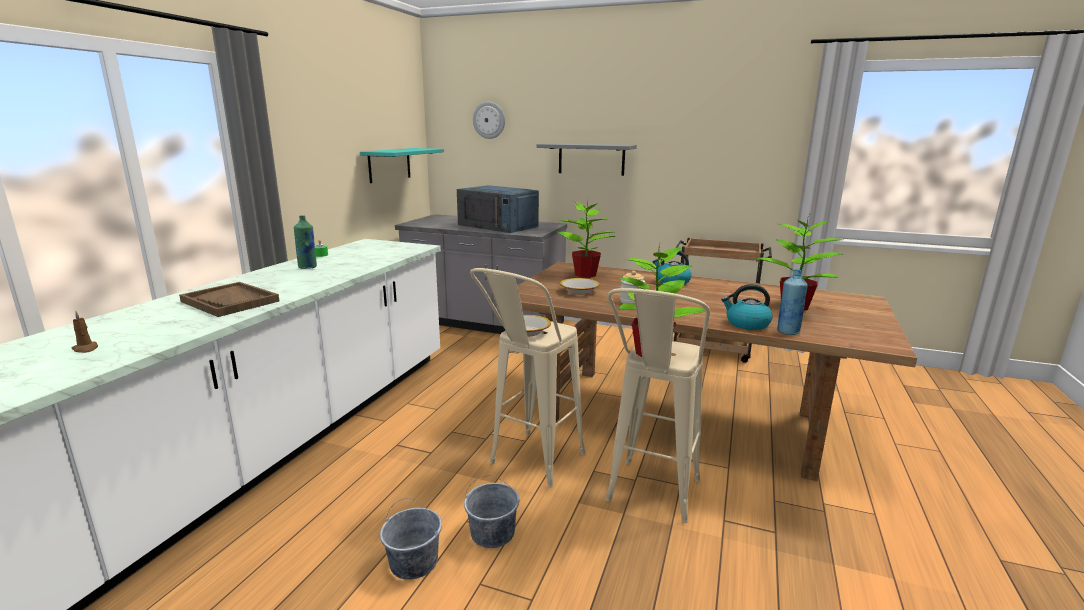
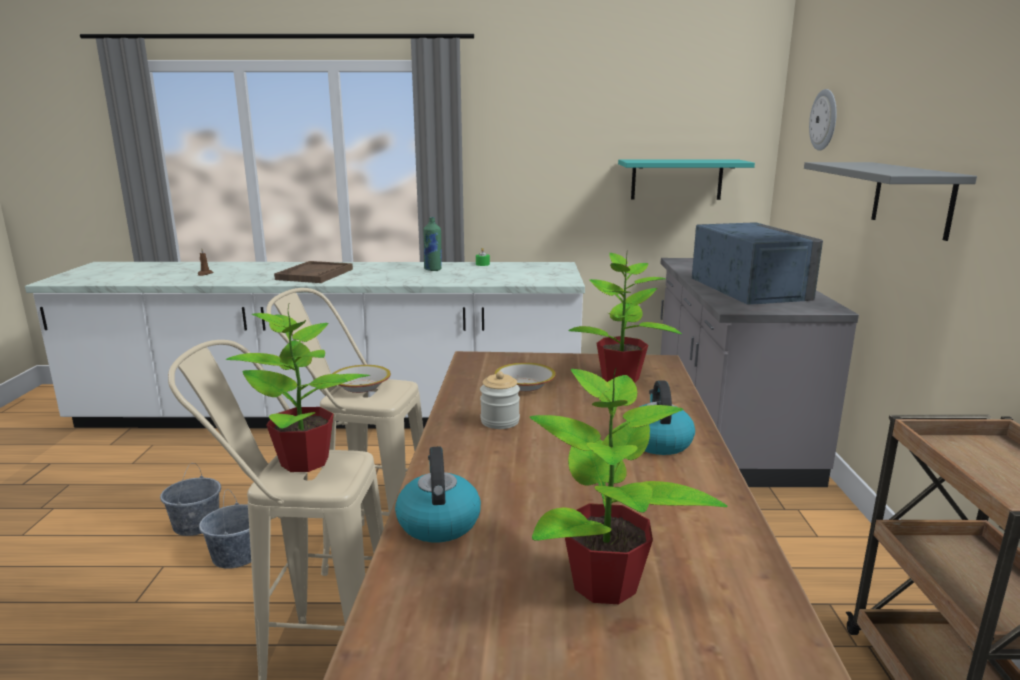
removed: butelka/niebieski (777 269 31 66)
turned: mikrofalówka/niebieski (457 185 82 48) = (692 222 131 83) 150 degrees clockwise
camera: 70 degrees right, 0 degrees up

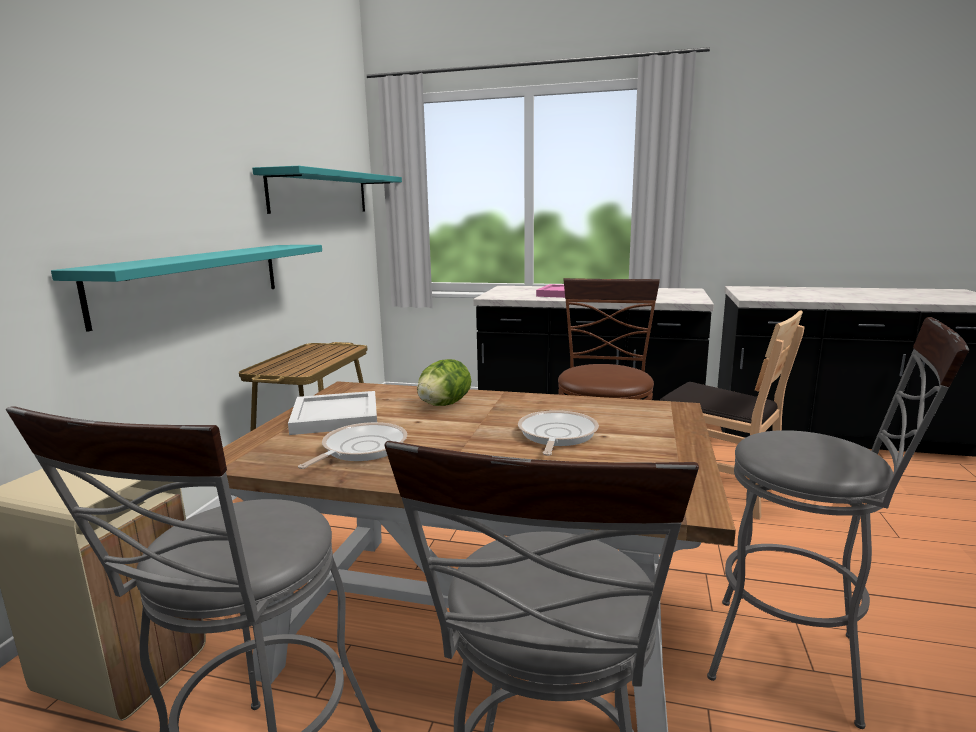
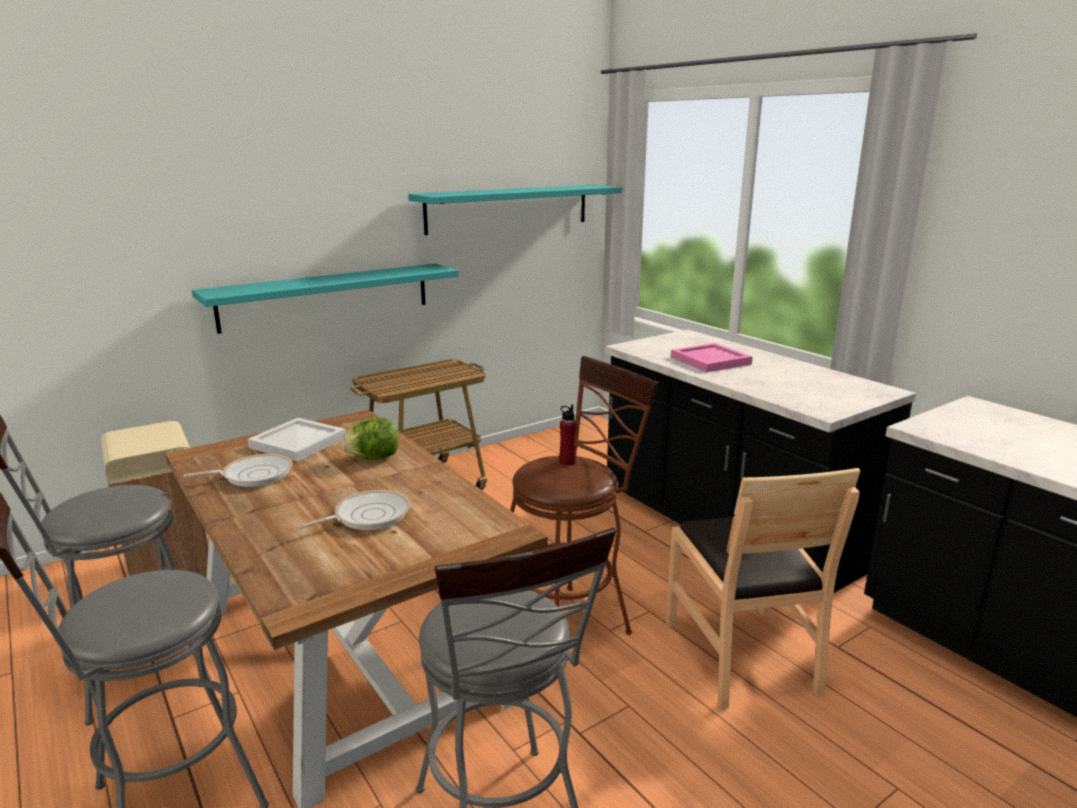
added: butelka/czerwony (559 404 18 62)
camera: 40 degrees right, 5 degrees up

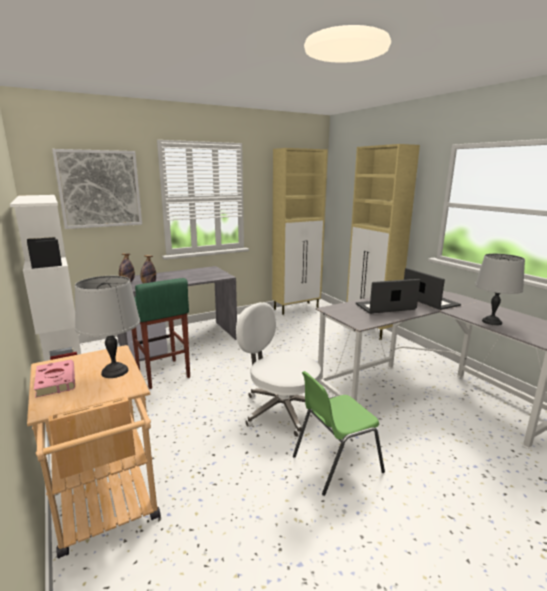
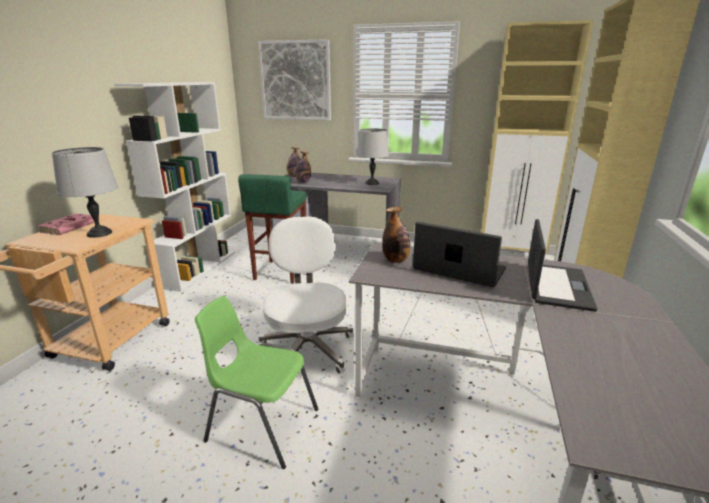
added: butelka (382 206 28 57)
moved: lampa stołowa/szary (475 254 50 72) to (356 128 33 57)
camera: 45 degrees right, 5 degrees up

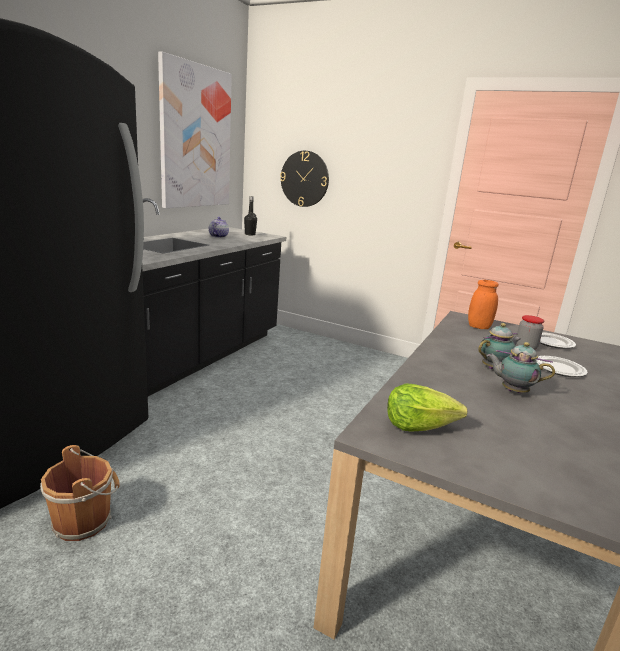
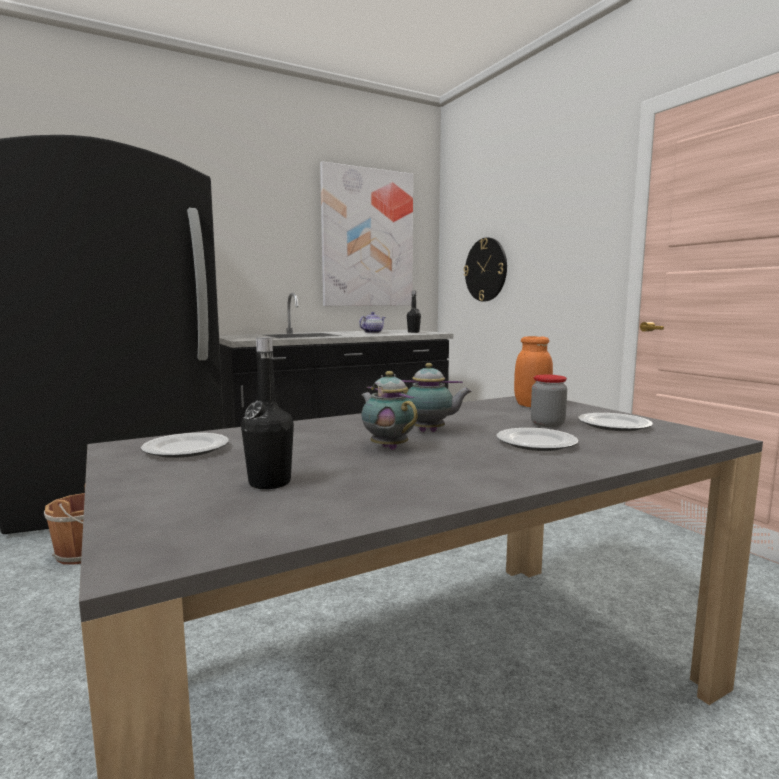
added: butelka/czarny (241 337 53 152)
replaced: sałata (387 384 80 48) to talerz (141 433 88 25)
camera: 35 degrees right, 10 degrees down

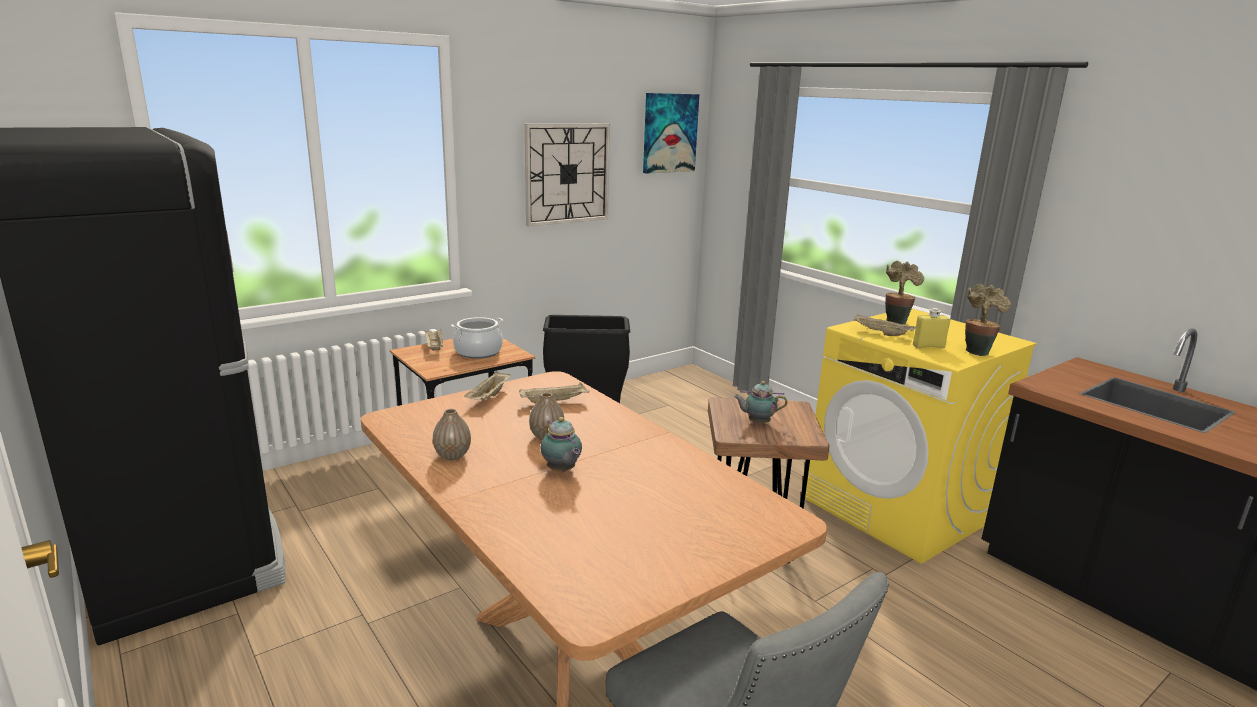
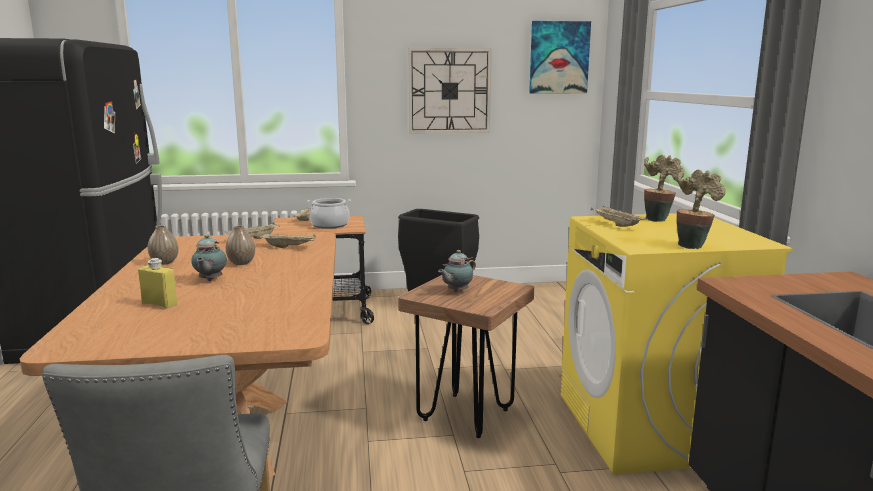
moved: butelka/żółty (913 308 37 40) to (138 258 39 50)
turned: imbryk (734 381 54 43) = (438 250 38 42) 75 degrees counterclockwise
camera: 30 degrees right, 5 degrees down

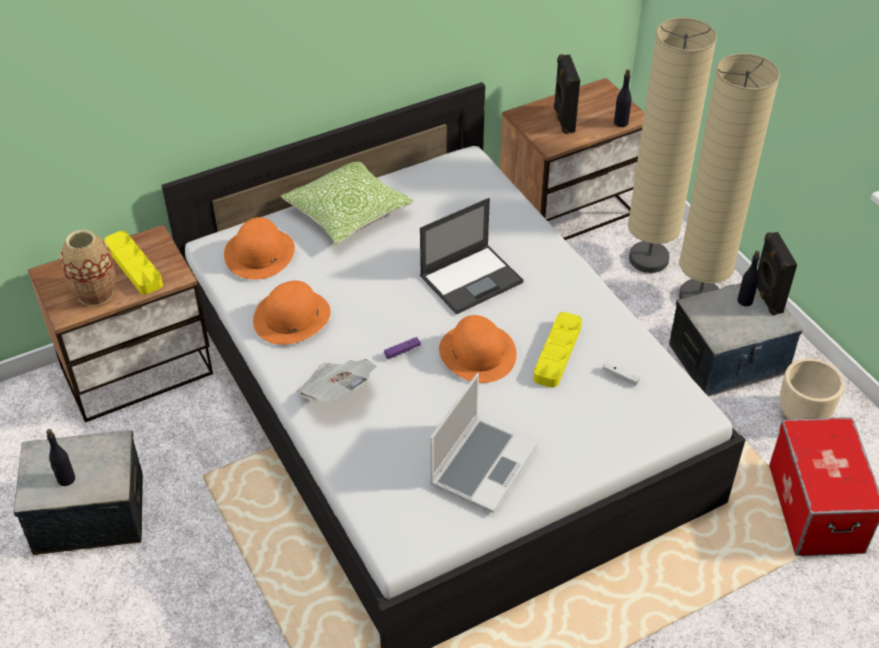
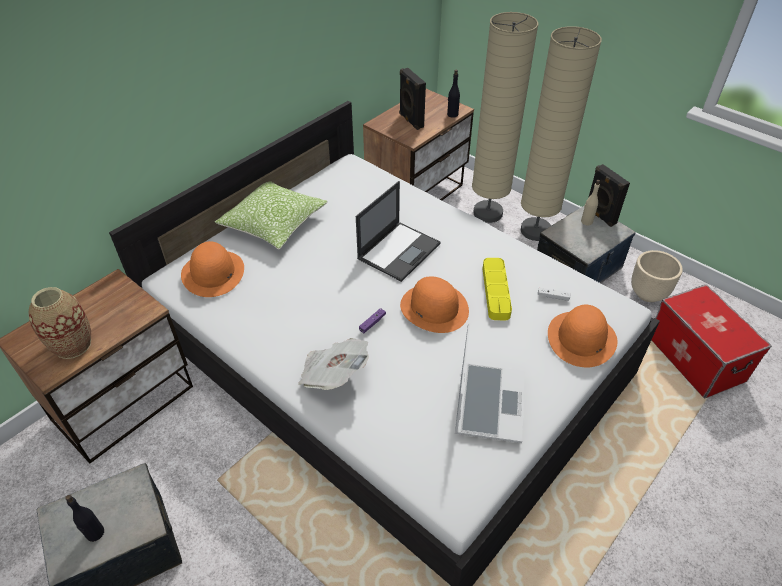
removed: taca/żółty (104 231 59 64)
moved: kapelusz/pomarańczowy (253 281 78 64) to (548 305 69 62)
recoloured: butelka/czarny (737 251 23 55) to butelka/beżowy (581 180 19 45)
camera: 20 degrees left, 0 degrees up

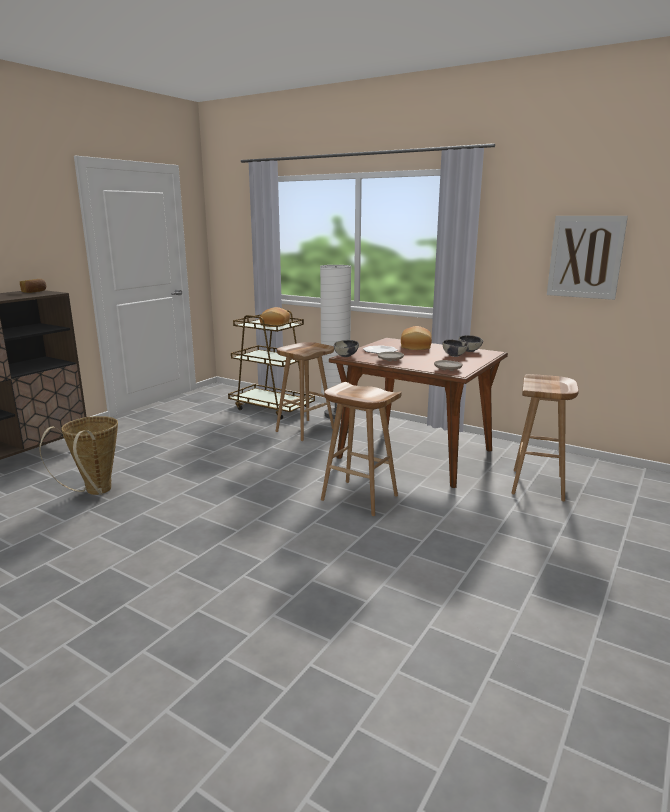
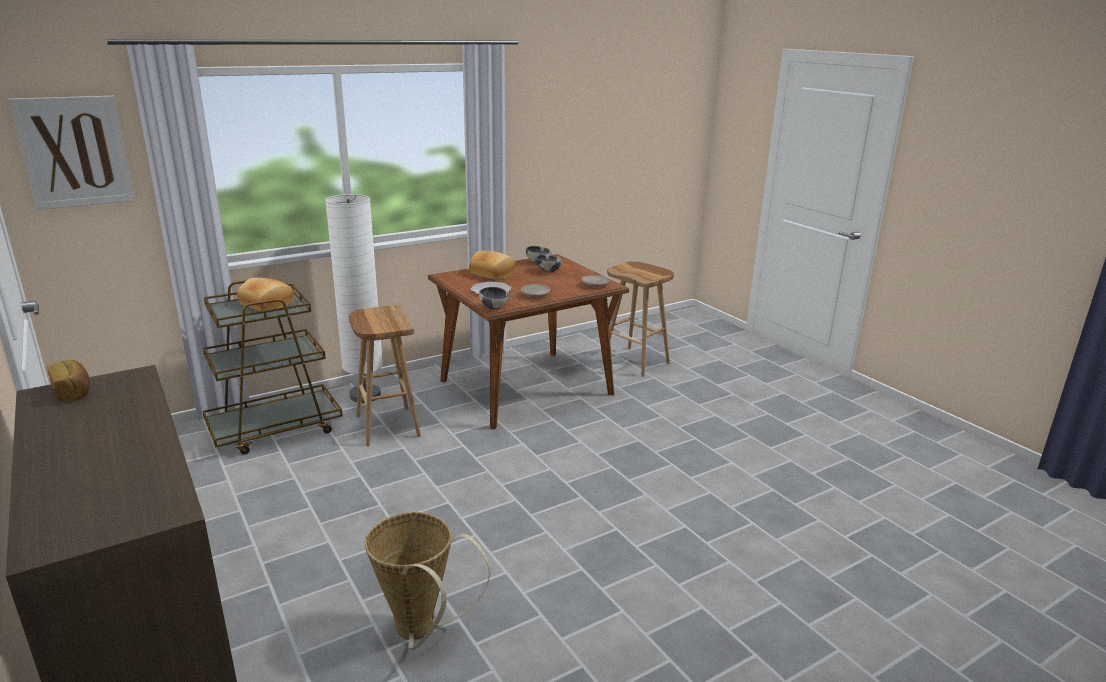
removed: stołek/brązowy (321 382 81 134)
moved: obraz (547 216 81 84) to (8 96 127 114)
camera: 65 degrees left, 5 degrees up

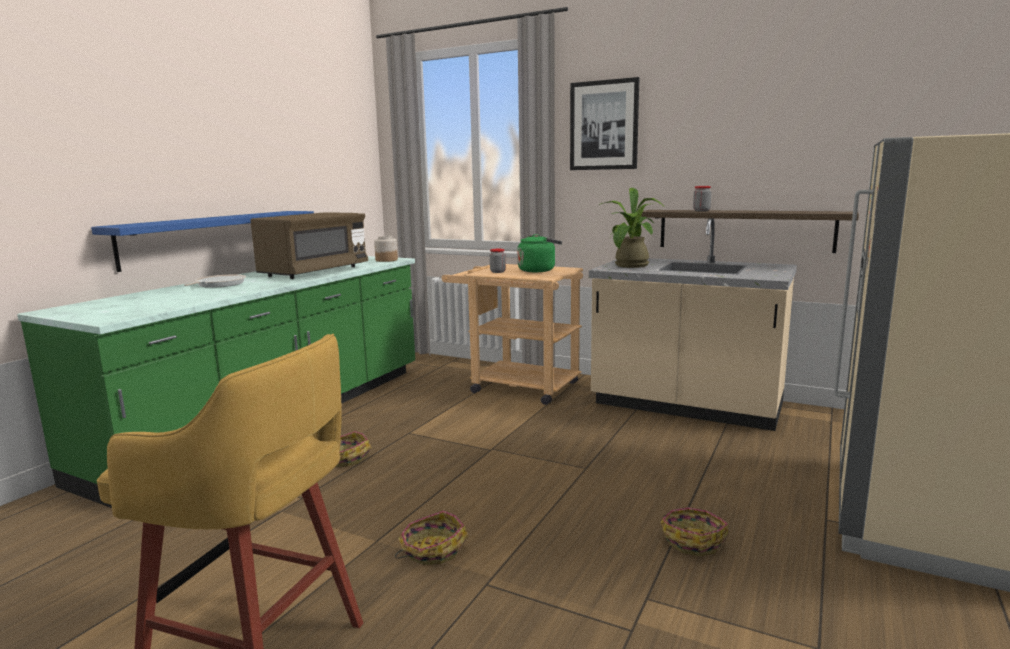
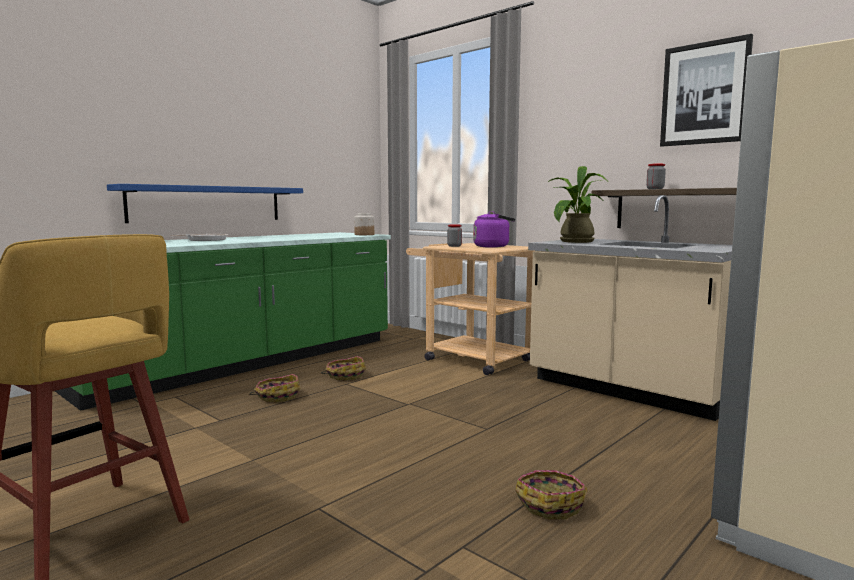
removed: mikrofalówka/brązowy (250 212 118 67)
moved: koszyk (395 511 74 54) to (321 356 45 24); obraz (570 77 69 93) to (660 34 93 113)
recoloured: czajnik/zielony (517 234 45 38) to czajnik/fioletowy (473 211 42 37)
camera: 15 degrees right, 5 degrees down

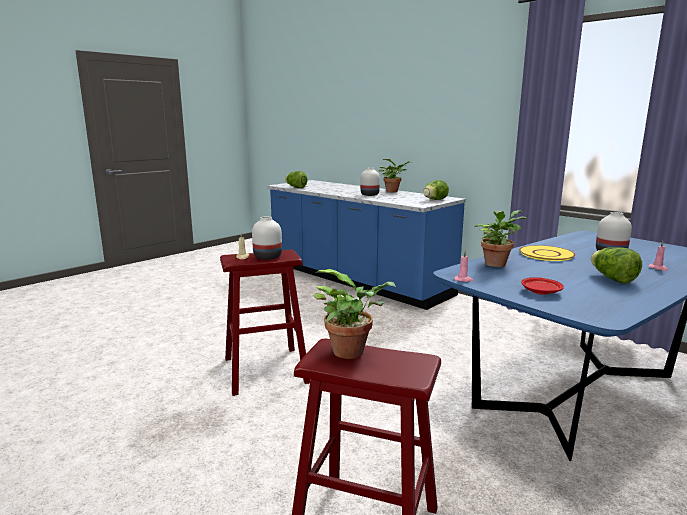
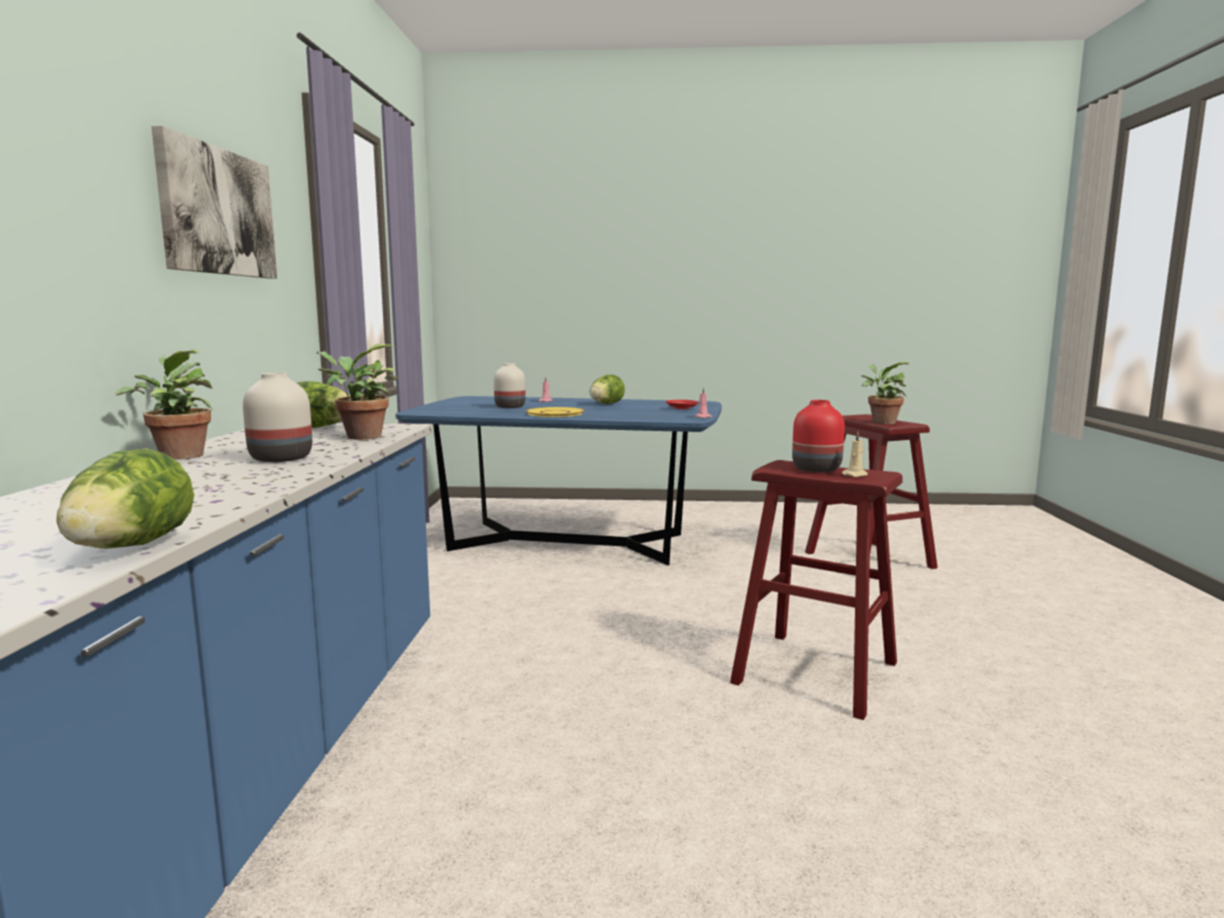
added: obraz (152 126 125 152)
moved: roślina doniczkowa (474 210 53 57) to (317 344 80 96)
recoloured: wazon/biały (252 216 30 44) to wazon/czerwony (792 400 53 72)
camera: 130 degrees left, 5 degrees down

